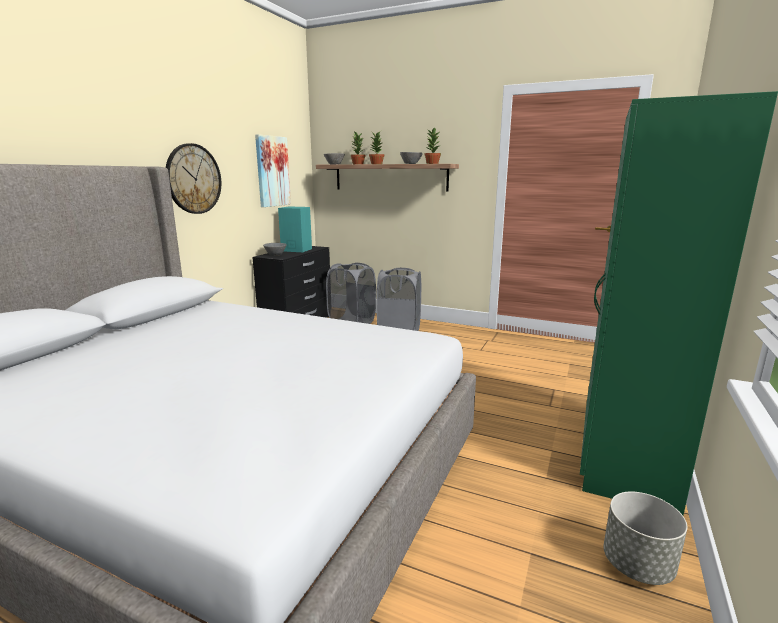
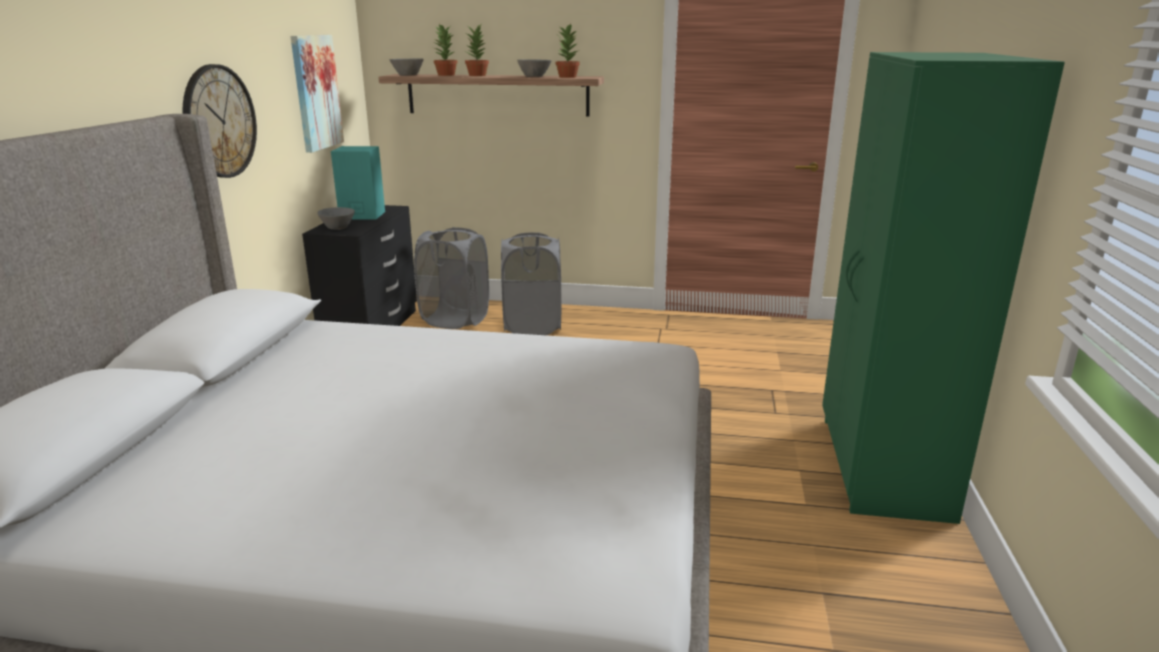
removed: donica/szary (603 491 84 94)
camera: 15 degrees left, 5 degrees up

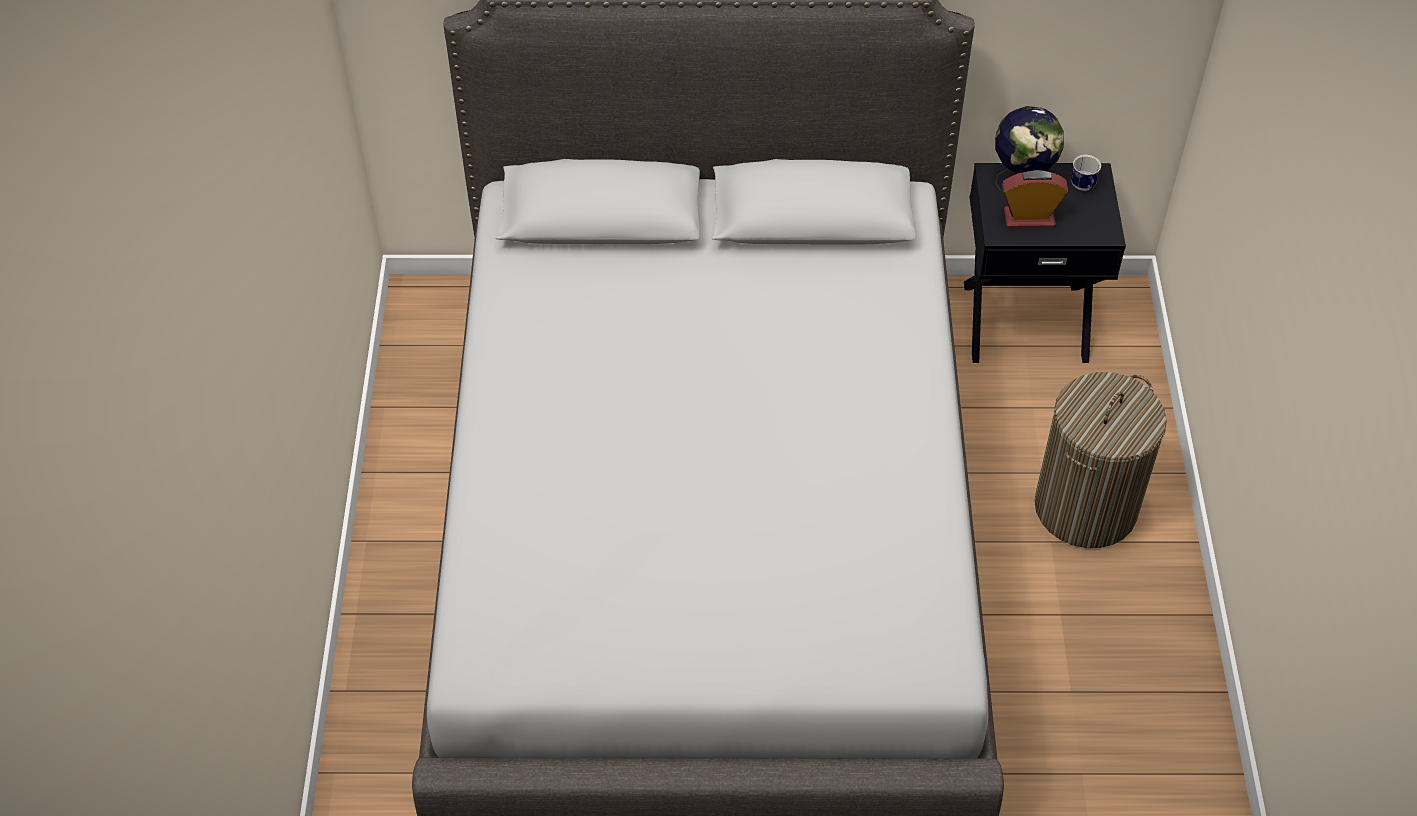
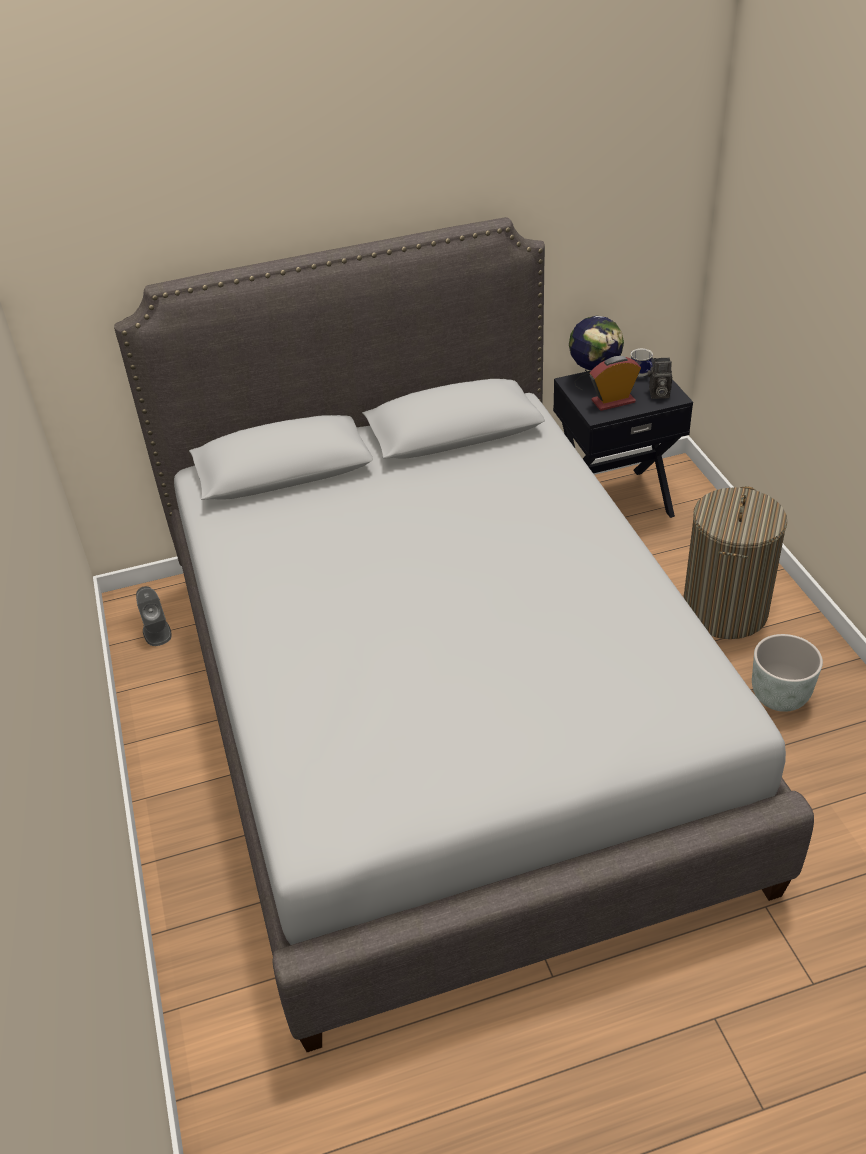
added: głośnik/szary (136 586 36 60); aparat fotograficzny (648 358 24 41); donica/szary (752 634 71 78)
camera: 15 degrees left, 10 degrees down

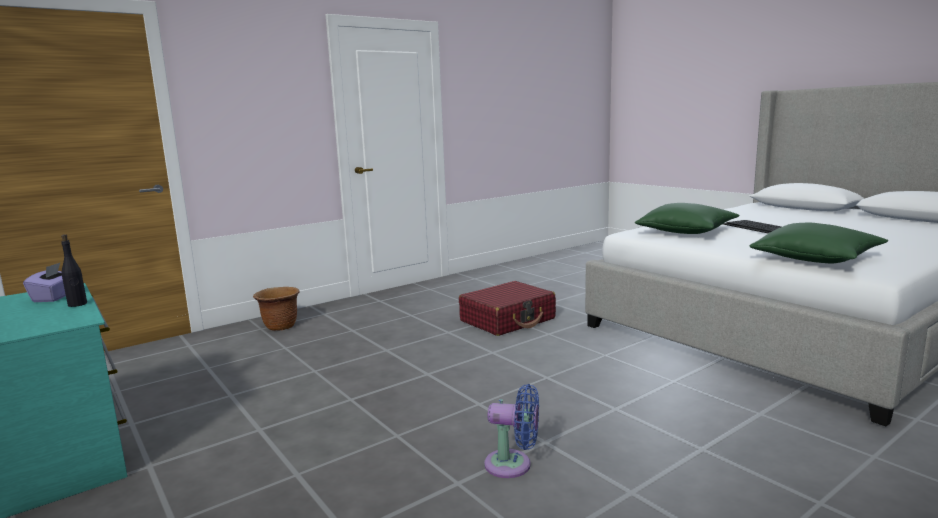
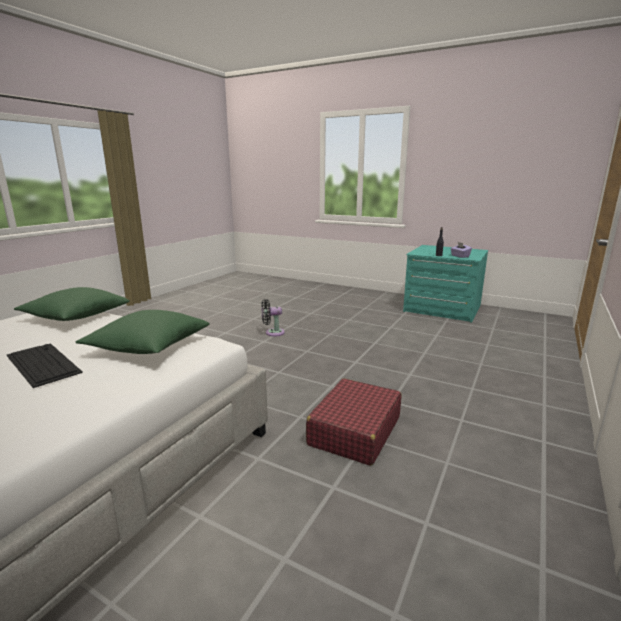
removed: donica/brązowy (253 287 46 44)
recoloured: wentylator/niebieski (484 384 55 94) to wentylator/czarny (261 299 24 37)
camera: 155 degrees right, 5 degrees up

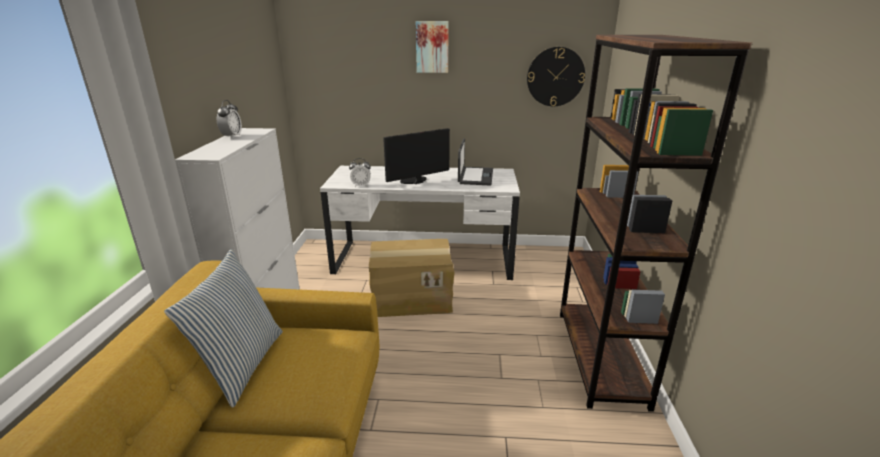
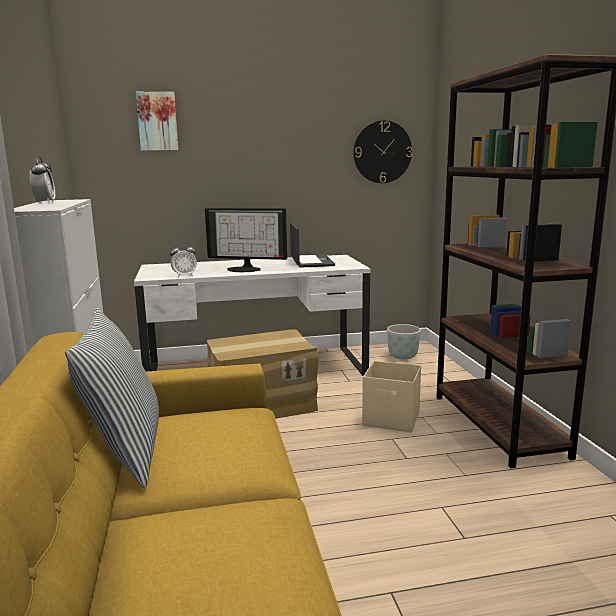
added: pojemnik do przechowywania/beżowy (362 361 59 71); donica/szary (387 324 34 35)
moved: obraz (416 21 33 52) to (136 92 42 59)
turned: monitor (383 128 67 56) = (205 208 82 64) 120 degrees counterclockwise
camera: 15 degrees left, 10 degrees down

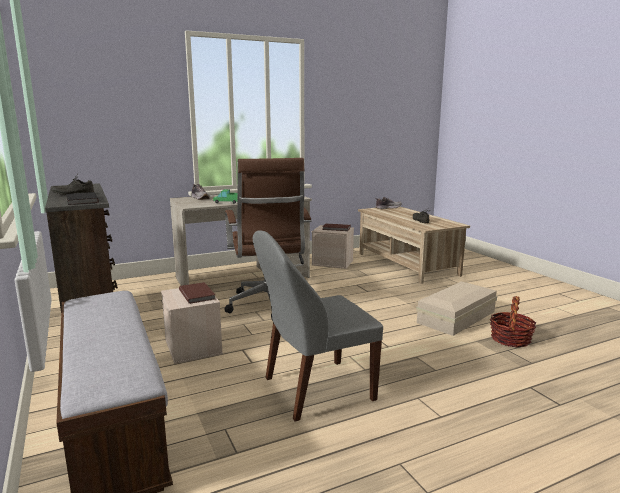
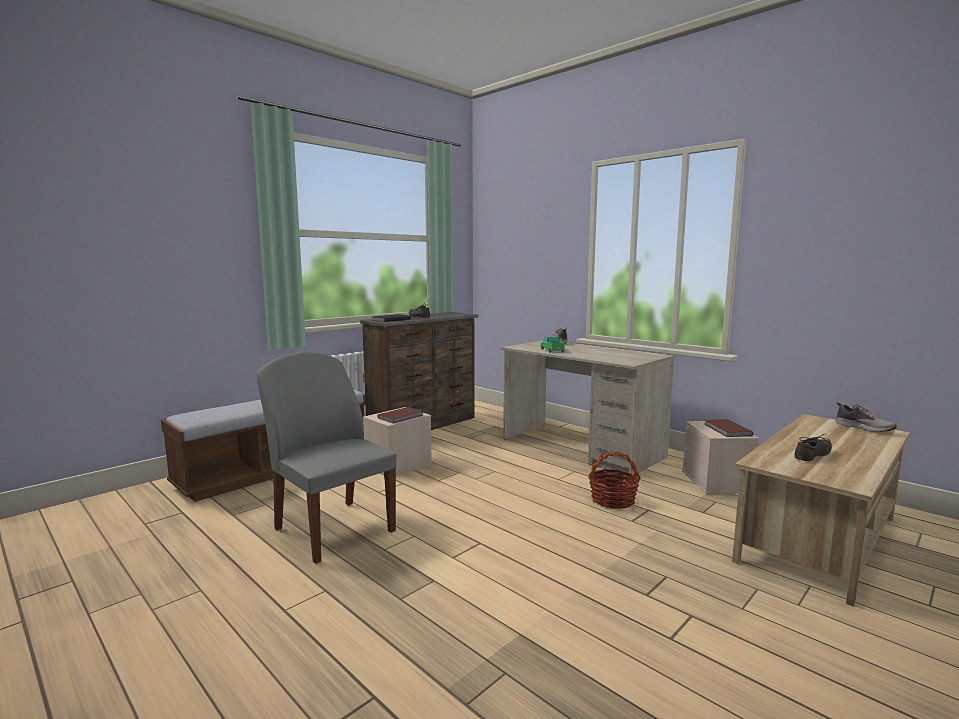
removed: krzesło biurowe/brązowy (225 158 86 163); pojemnik do przechowywania/beżowy (416 282 81 54)
moved: koszyk (490 296 46 51) to (588 451 53 58)
camera: 70 degrees right, 5 degrees down

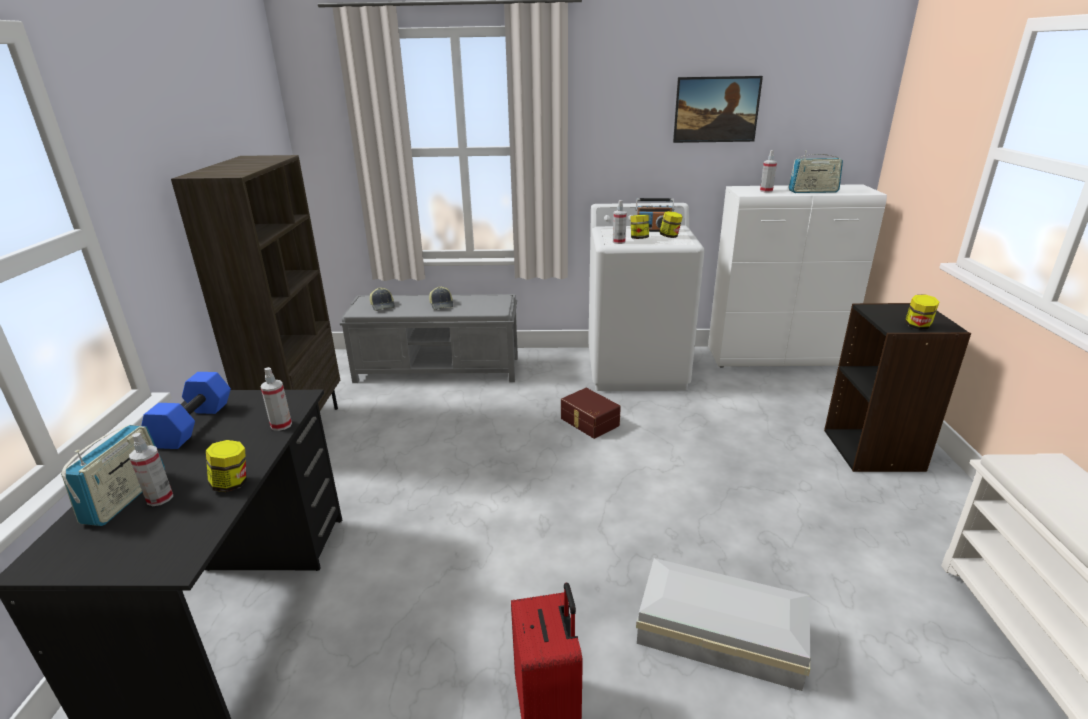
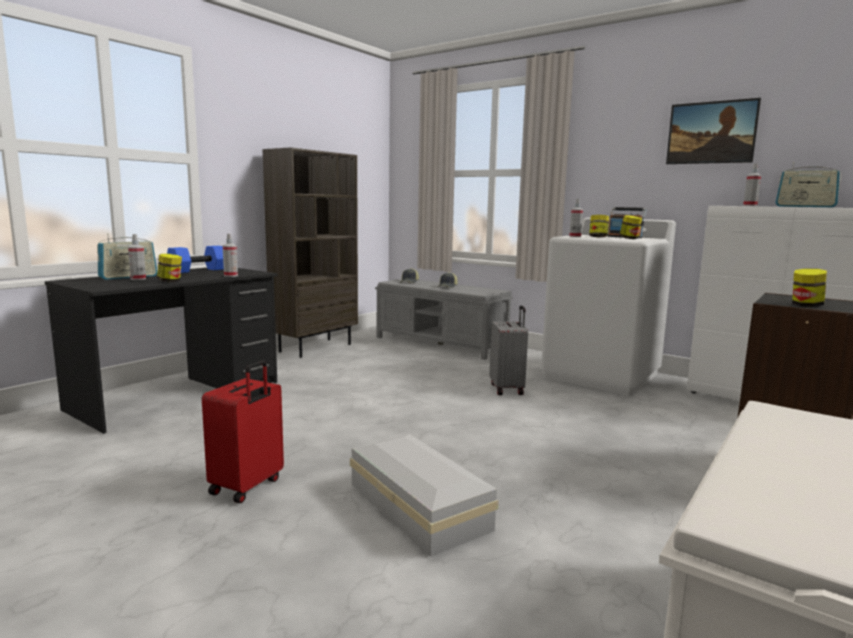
replaced: pojemnik do przechowywania/brązowy (561 388 60 51) to walizka/szary (489 305 39 90)
camera: 35 degrees right, 15 degrees down

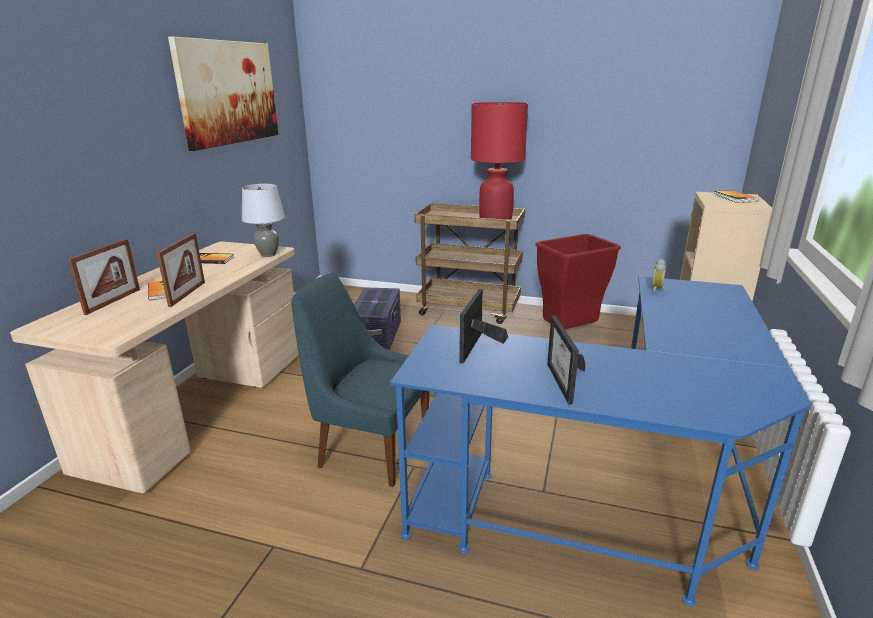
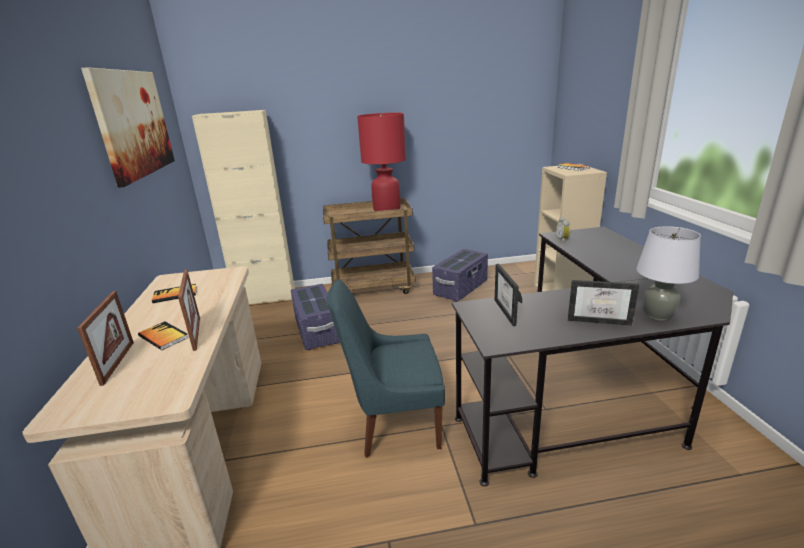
added: szafka/beżowy (192 110 103 194)
moved: lampa stołowa/szary (242 184 43 73) to (636 226 65 95)
replaced: kosz na śmieci/czerwony (536 234 85 95) to pojemnik do przechowywania/fioletowy (432 249 56 53)
recoloured: biurko/niebieski (390 276 422 331) to biurko/czarny (452 227 281 259)
turned: ramka na zdjęcie (547 316 38 88) = (568 280 71 46) 45 degrees counterclockwise
camera: 25 degrees left, 0 degrees up

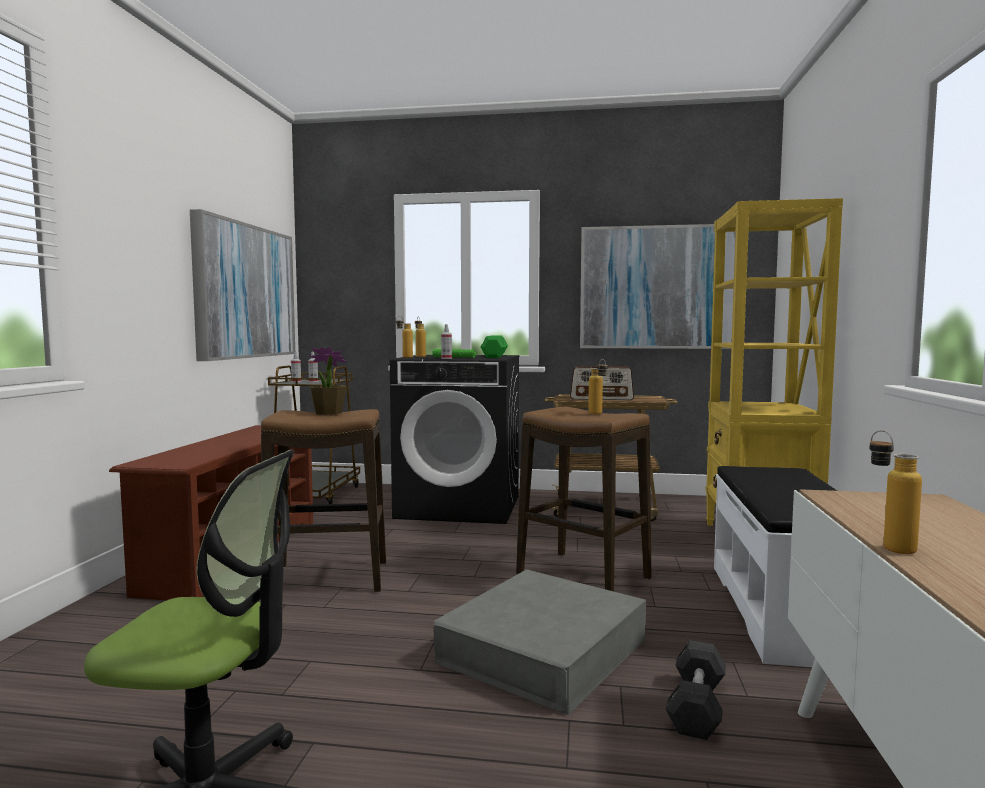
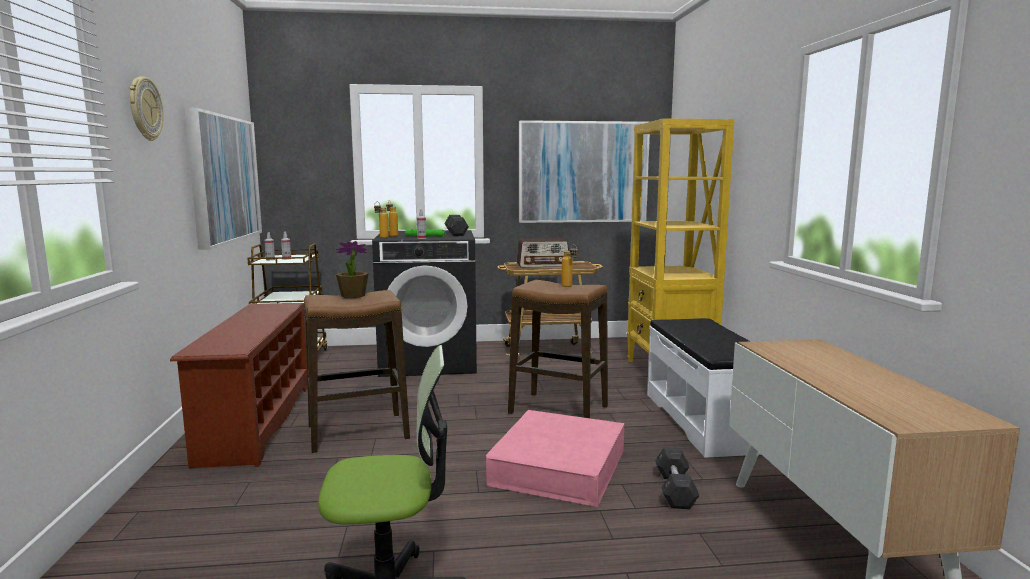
removed: butelka (869 430 53 124)
added: zegar ścienny (130 77 34 64)
recoloured: hantel/zielony (481 336 27 22) to hantel/szary (444 215 25 21); pojemnik do przechowywania/szary (434 569 212 146) to pojemnik do przechowywania/różowy (486 410 138 97)
camera: 15 degrees left, 5 degrees up

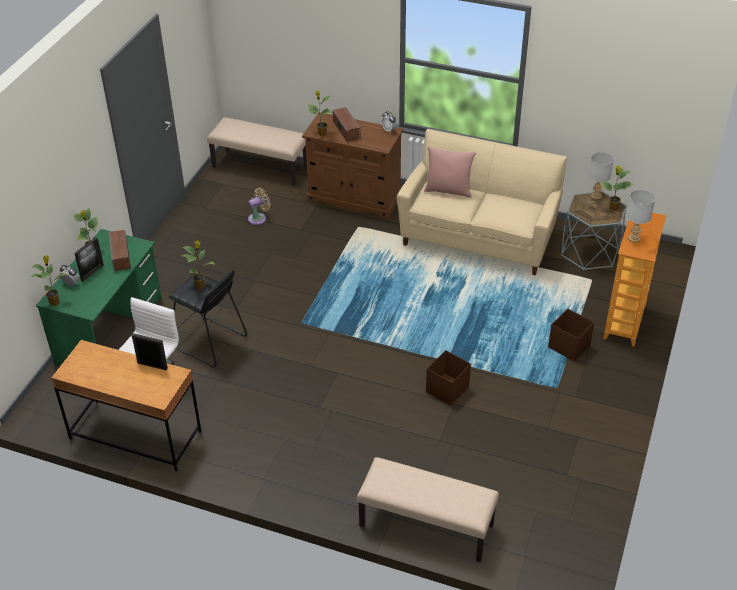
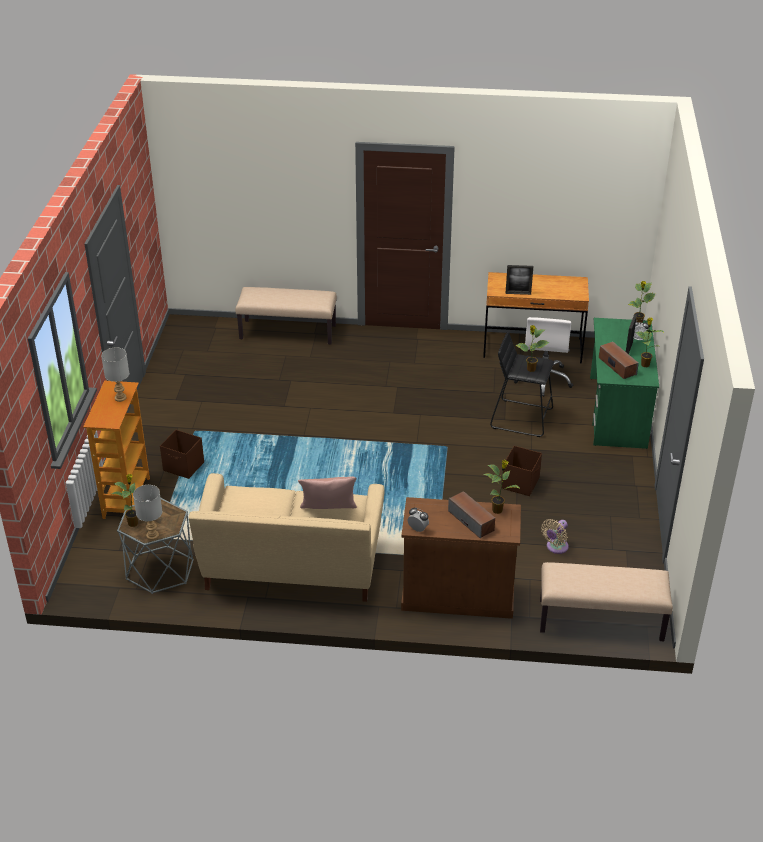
moved: pojemnik do przechowywania/brązowy (426 350 45 56) to (502 446 40 50)
camera: 165 degrees right, 5 degrees down

